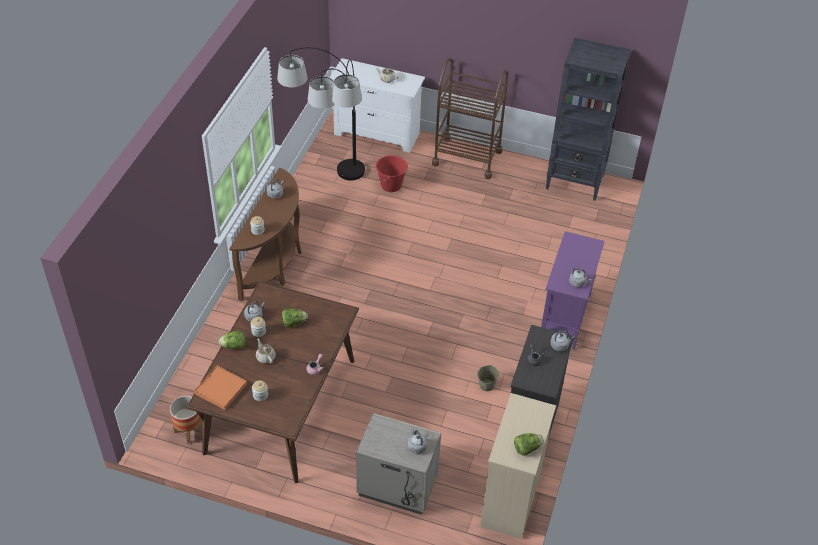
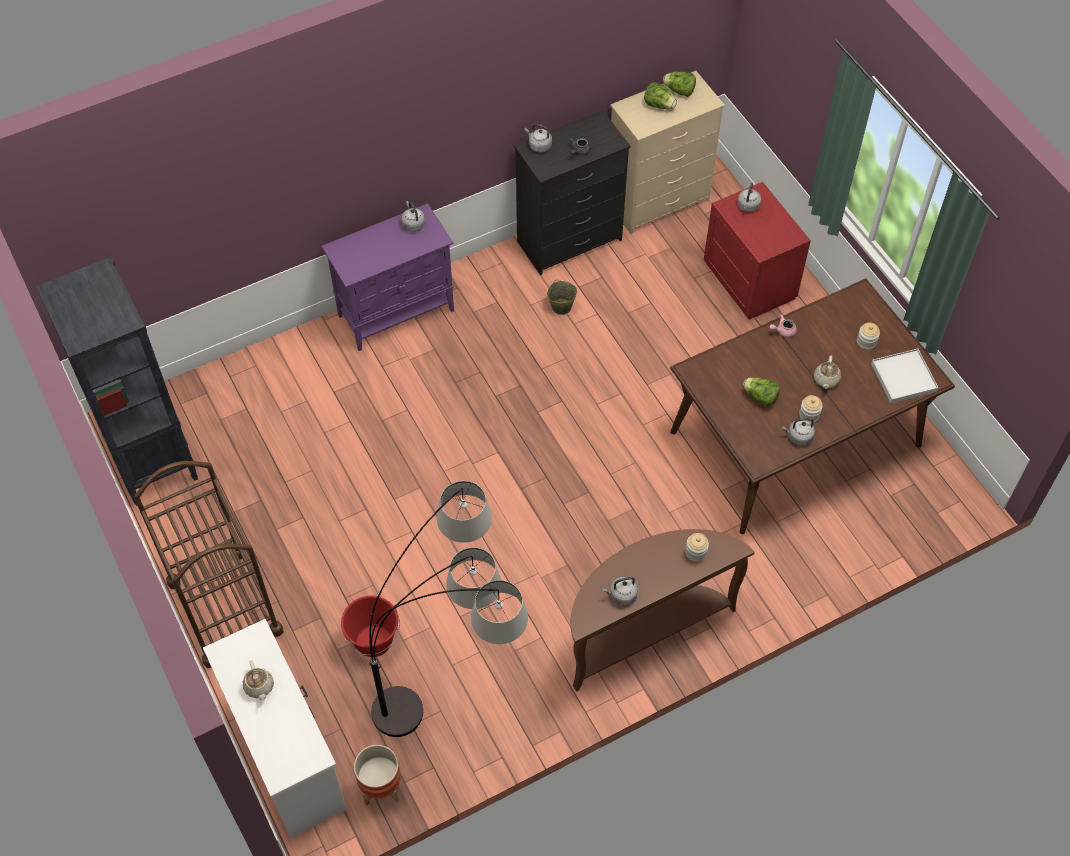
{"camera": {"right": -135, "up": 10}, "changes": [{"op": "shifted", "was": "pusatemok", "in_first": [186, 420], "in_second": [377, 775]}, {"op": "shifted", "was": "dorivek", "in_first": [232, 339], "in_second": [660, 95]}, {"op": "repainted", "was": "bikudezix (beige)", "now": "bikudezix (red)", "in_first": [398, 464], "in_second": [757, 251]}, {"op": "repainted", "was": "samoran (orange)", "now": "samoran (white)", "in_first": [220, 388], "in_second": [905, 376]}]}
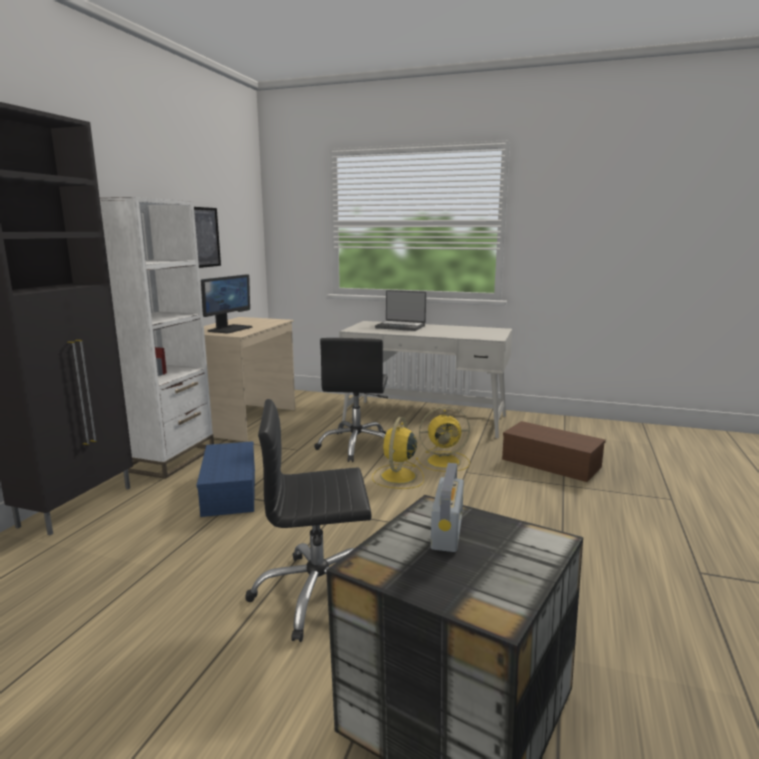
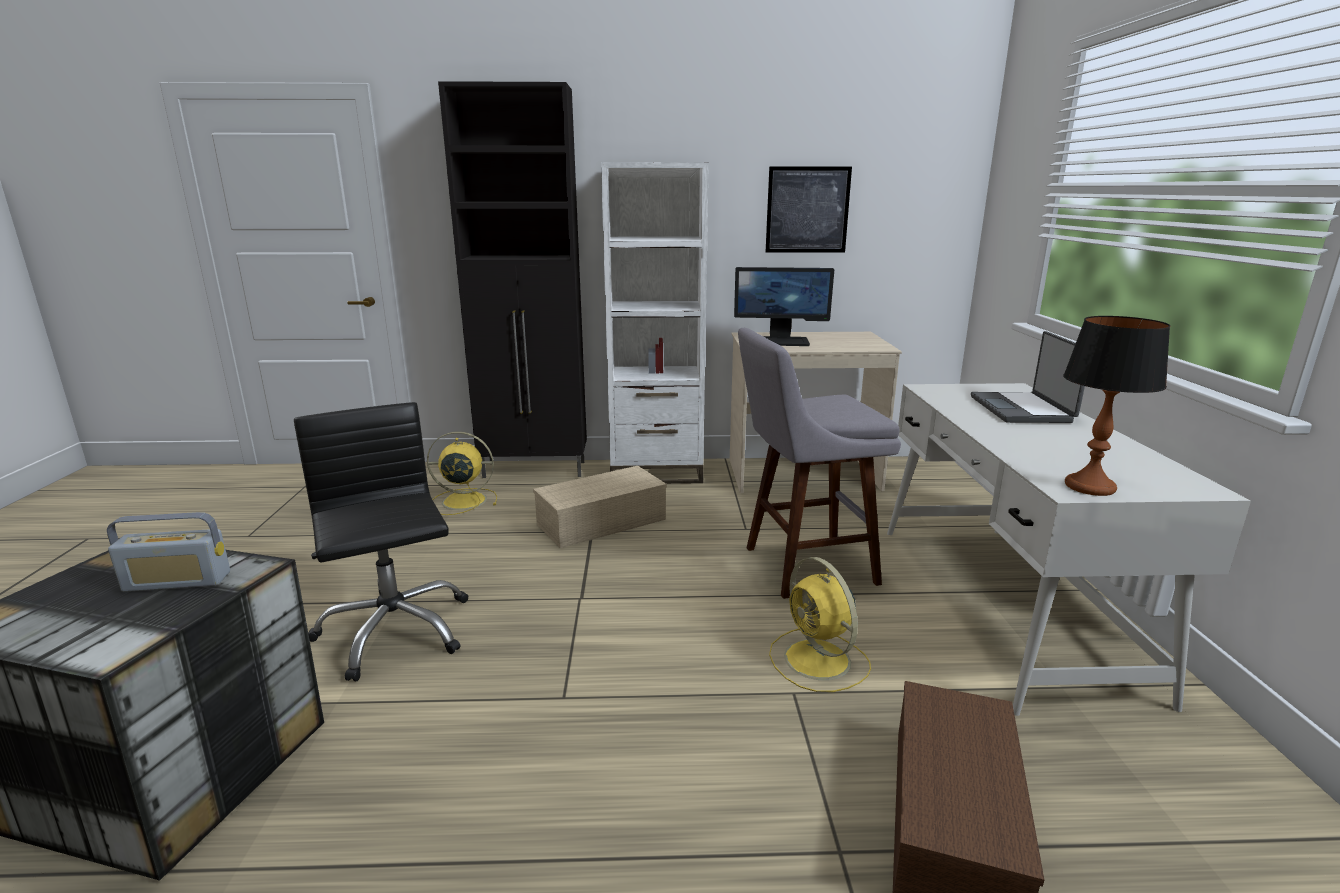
{"camera": {"right": 70, "up": 5}, "changes": [{"op": "shifted", "was": "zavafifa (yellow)", "in_first": [398, 453], "in_second": [462, 473]}, {"op": "repainted", "was": "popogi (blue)", "now": "popogi (beige)", "in_first": [226, 479], "in_second": [600, 507]}, {"op": "swapped", "was": "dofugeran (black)", "now": "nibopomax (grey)", "in_first": [351, 400], "in_second": [819, 463]}, {"op": "new", "now": "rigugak", "in_second": [1116, 406]}]}
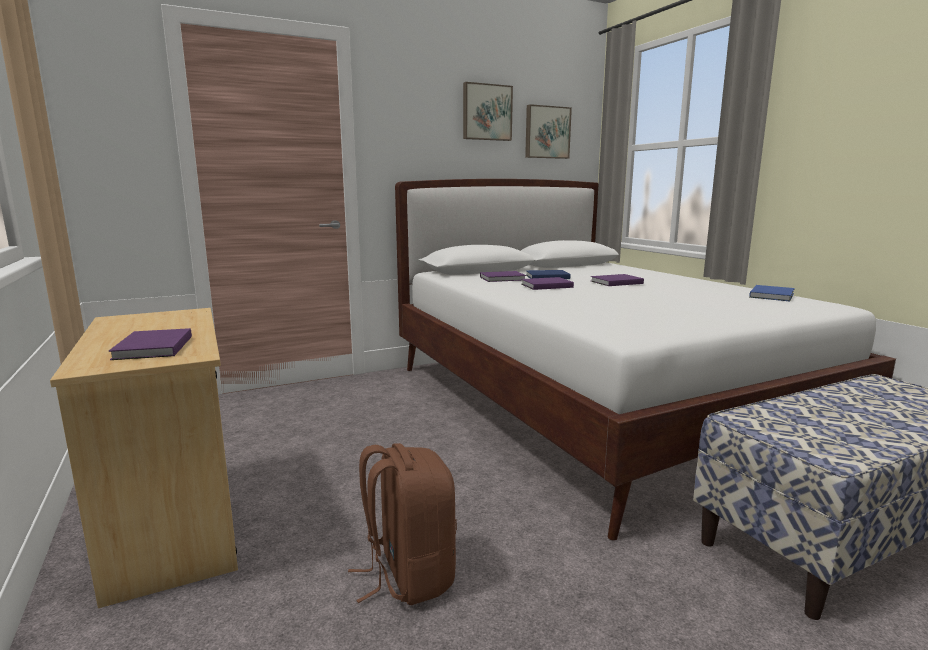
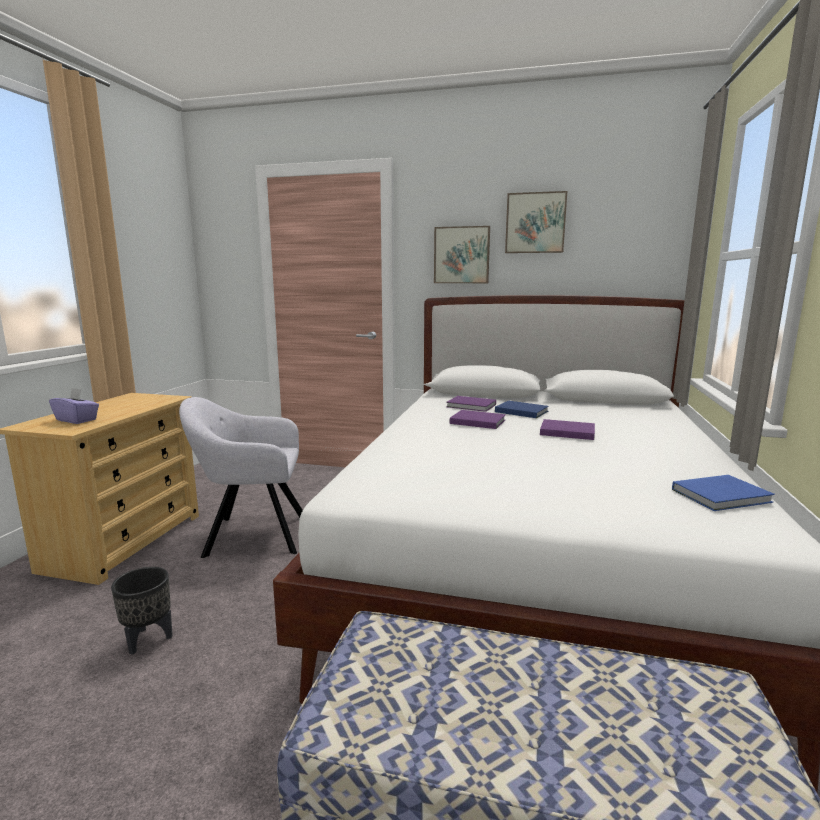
{"camera": {"right": 40, "up": 0}, "changes": [{"op": "swapped", "was": "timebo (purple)", "now": "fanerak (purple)", "in_first": [150, 344], "in_second": [74, 406]}, {"op": "swapped", "was": "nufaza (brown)", "now": "pusatemok (black)", "in_first": [402, 524], "in_second": [141, 611]}, {"op": "new", "now": "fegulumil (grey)", "in_second": [241, 477]}, {"op": "shifted", "was": "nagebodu", "in_first": [548, 131], "in_second": [462, 254]}]}
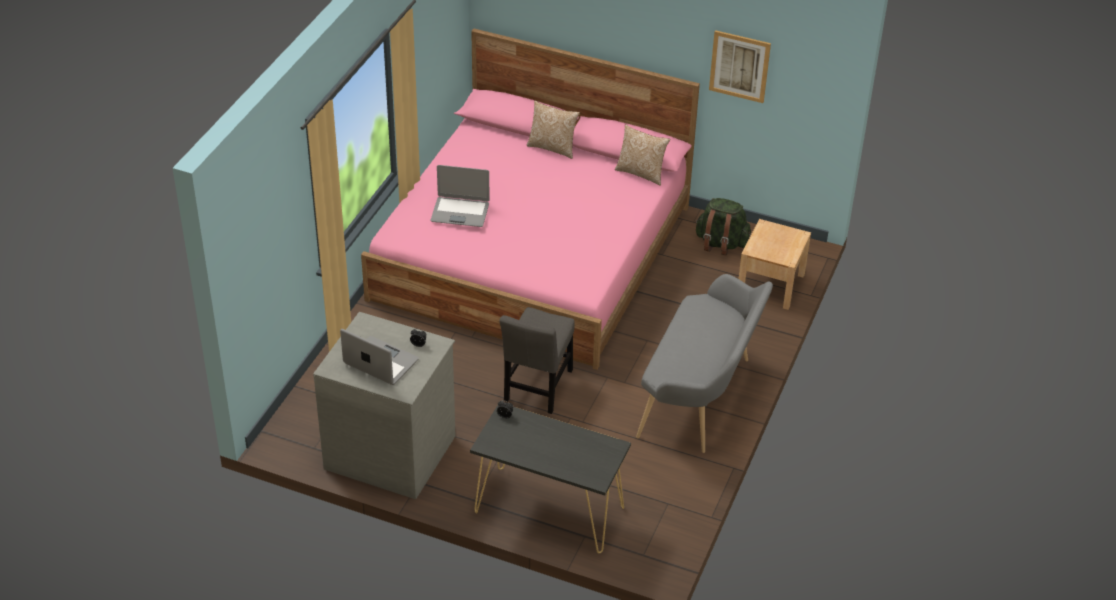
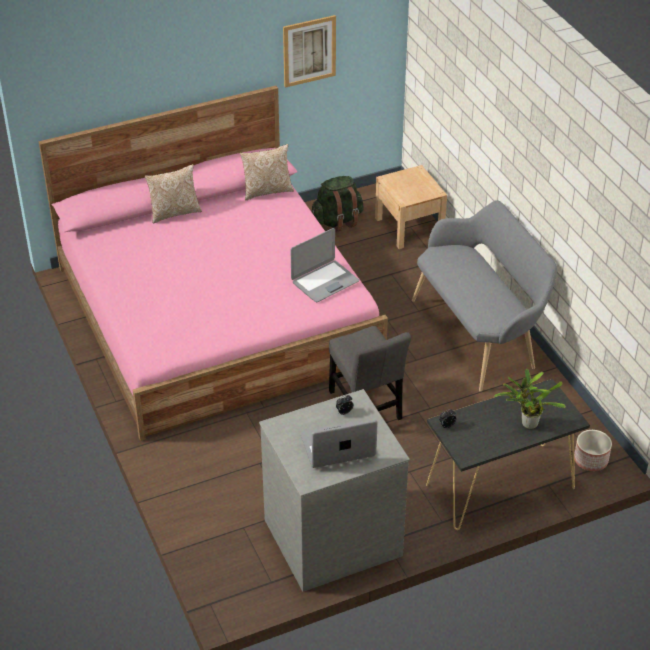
{"camera": {"right": -45, "up": 0}, "changes": [{"op": "shifted", "was": "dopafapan", "in_first": [460, 196], "in_second": [325, 265]}, {"op": "new", "now": "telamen", "in_second": [530, 399]}, {"op": "new", "now": "pusatemok", "in_second": [593, 450]}]}
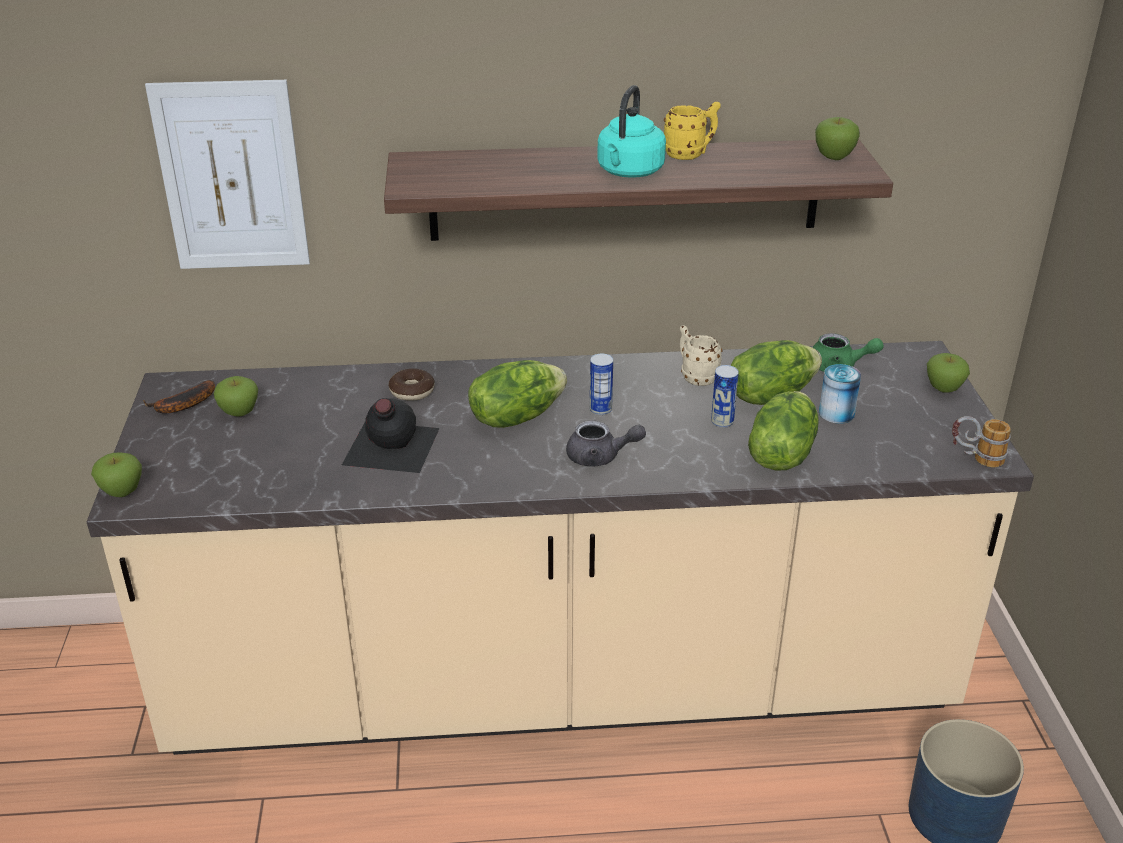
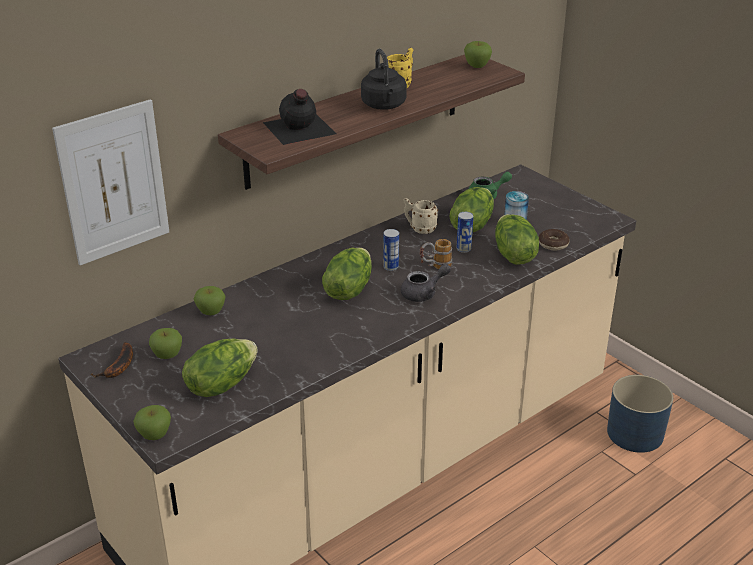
{"camera": {"right": -35, "up": 0}, "changes": [{"op": "new", "now": "dorivek", "in_second": [220, 367]}, {"op": "shifted", "was": "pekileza", "in_first": [948, 373], "in_second": [210, 300]}, {"op": "shifted", "was": "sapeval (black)", "in_first": [391, 435], "in_second": [299, 117]}, {"op": "repainted", "was": "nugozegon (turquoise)", "now": "nugozegon (black)", "in_first": [631, 131], "in_second": [384, 79]}, {"op": "shifted", "was": "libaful", "in_first": [981, 441], "in_second": [436, 254]}, {"op": "shifted", "was": "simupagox", "in_first": [411, 385], "in_second": [554, 240]}]}
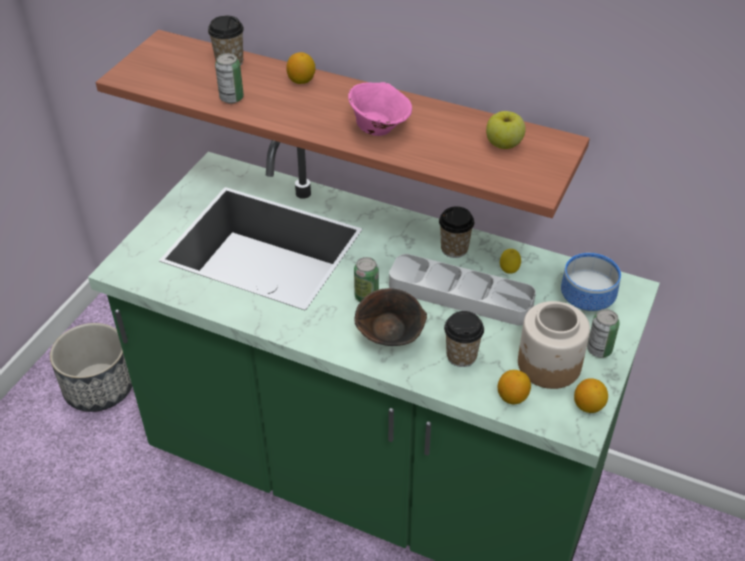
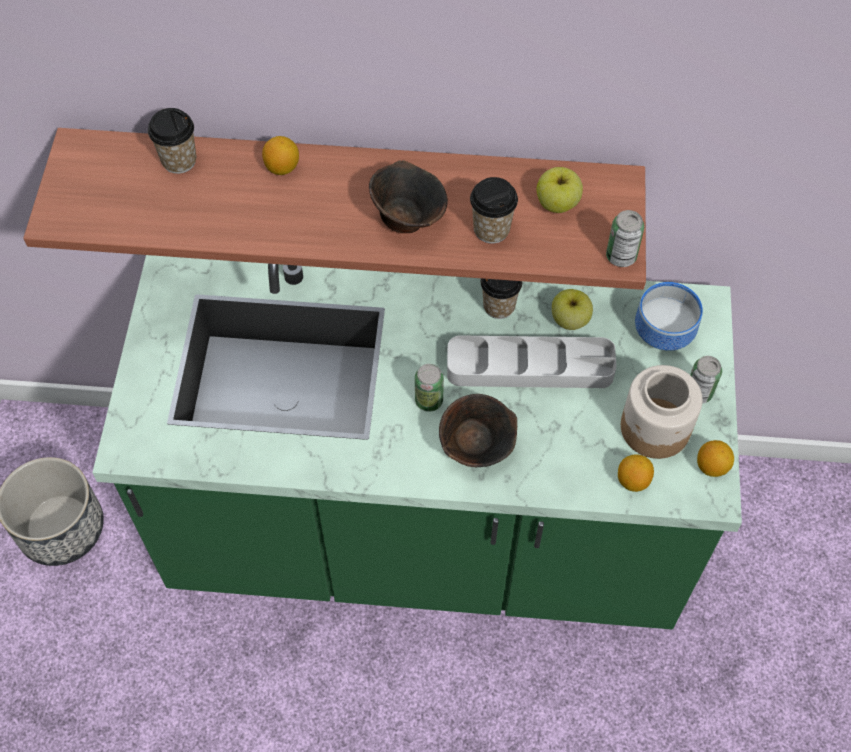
{"camera": {"right": -20, "up": 15}, "changes": [{"op": "repainted", "was": "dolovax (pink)", "now": "dolovax (brown)", "in_first": [380, 109], "in_second": [408, 196]}, {"op": "shifted", "was": "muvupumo", "in_first": [464, 339], "in_second": [494, 210]}, {"op": "swapped", "was": "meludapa", "now": "pekileza", "in_first": [510, 261], "in_second": [572, 309]}, {"op": "shifted", "was": "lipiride", "in_first": [229, 78], "in_second": [625, 238]}]}
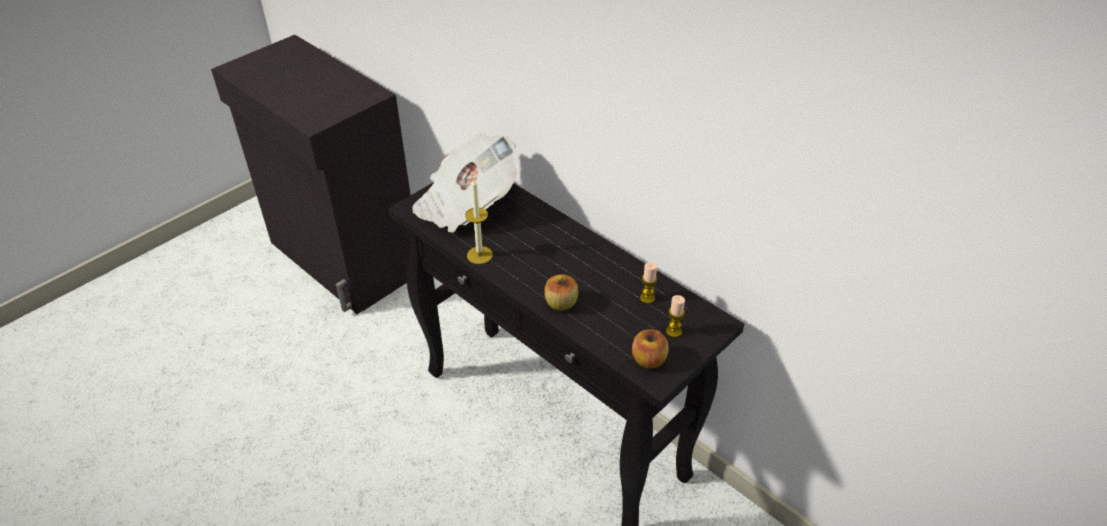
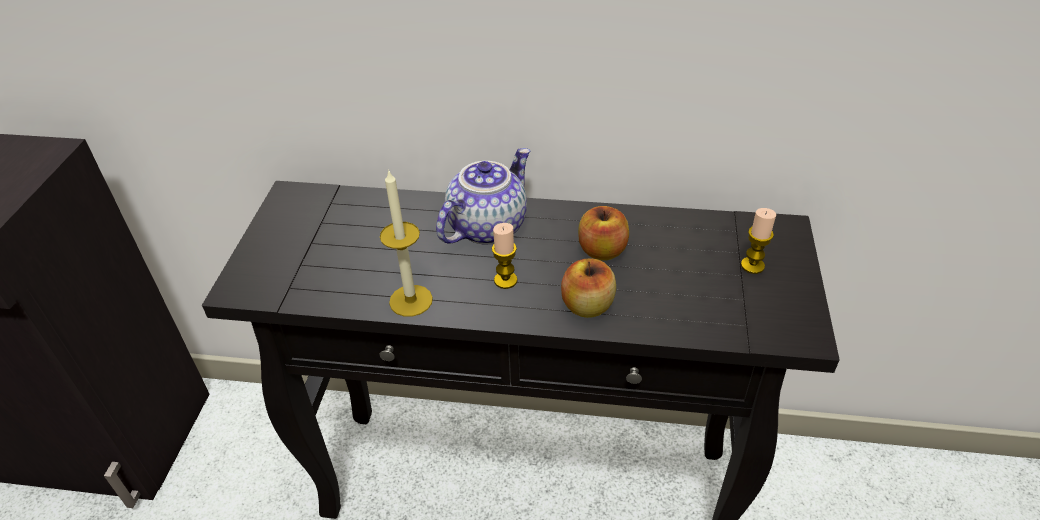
{"camera": {"right": -35, "up": 0}, "changes": [{"op": "new", "now": "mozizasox", "in_second": [483, 196]}, {"op": "shifted", "was": "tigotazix", "in_first": [648, 283], "in_second": [505, 256]}, {"op": "shifted", "was": "pekileza", "in_first": [650, 349], "in_second": [603, 233]}, {"op": "gone", "was": "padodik", "in_first": [465, 183]}]}
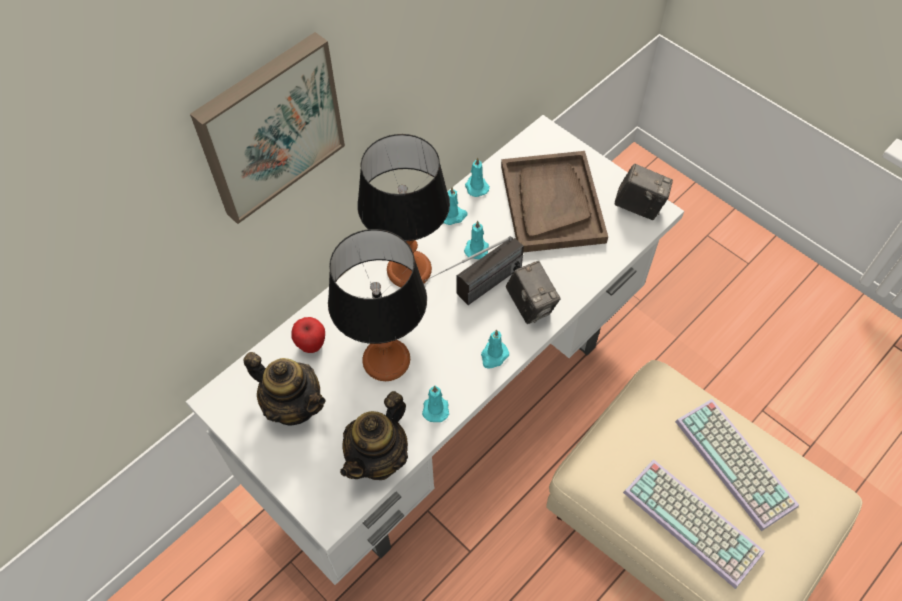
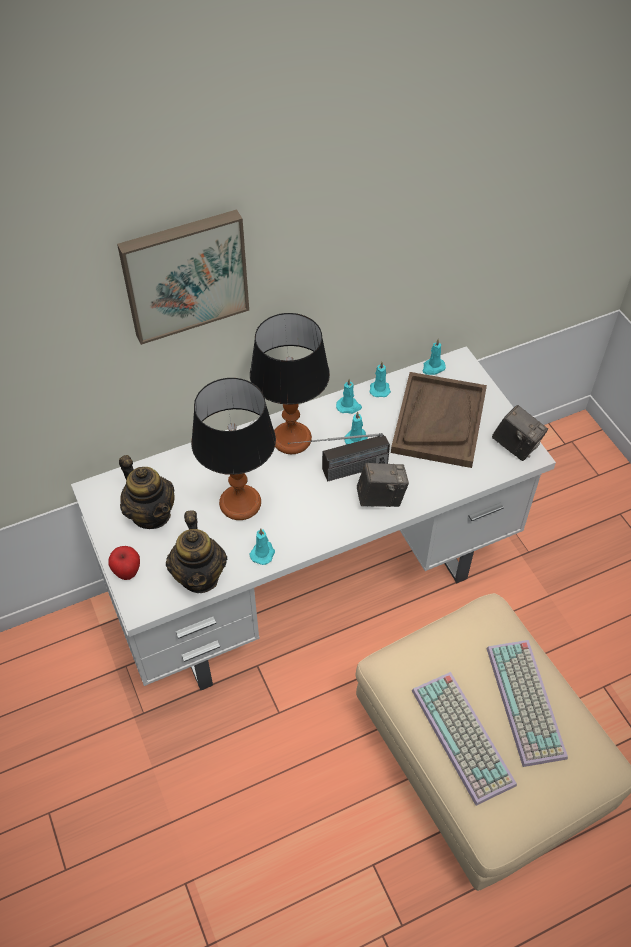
{"camera": {"right": 20, "up": -5}, "changes": [{"op": "shifted", "was": "pekileza", "in_first": [308, 335], "in_second": [124, 563]}, {"op": "rotated", "was": "mozizasox", "in_first": [374, 435], "in_second": [196, 551], "clockwise": -60}, {"op": "rotated", "was": "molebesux", "in_first": [533, 292], "in_second": [383, 485], "clockwise": -90}, {"op": "shifted", "was": "tigotazix (turquoise)", "in_first": [495, 349], "in_second": [434, 357]}]}
